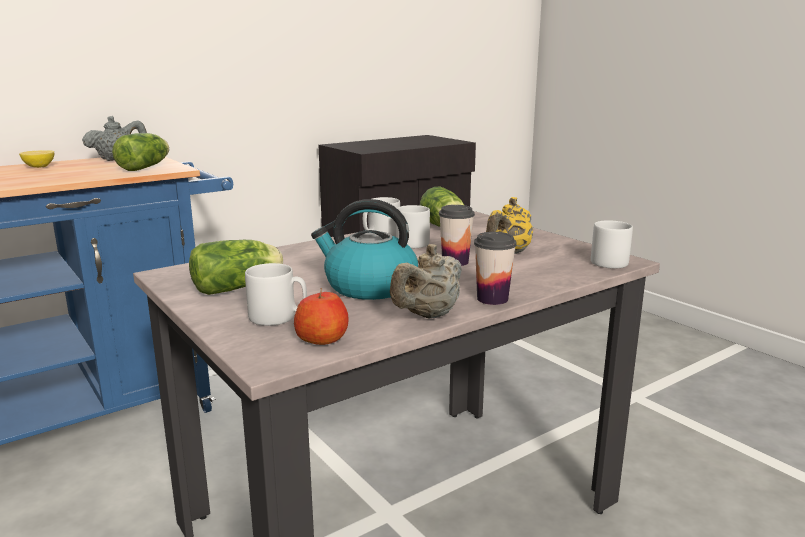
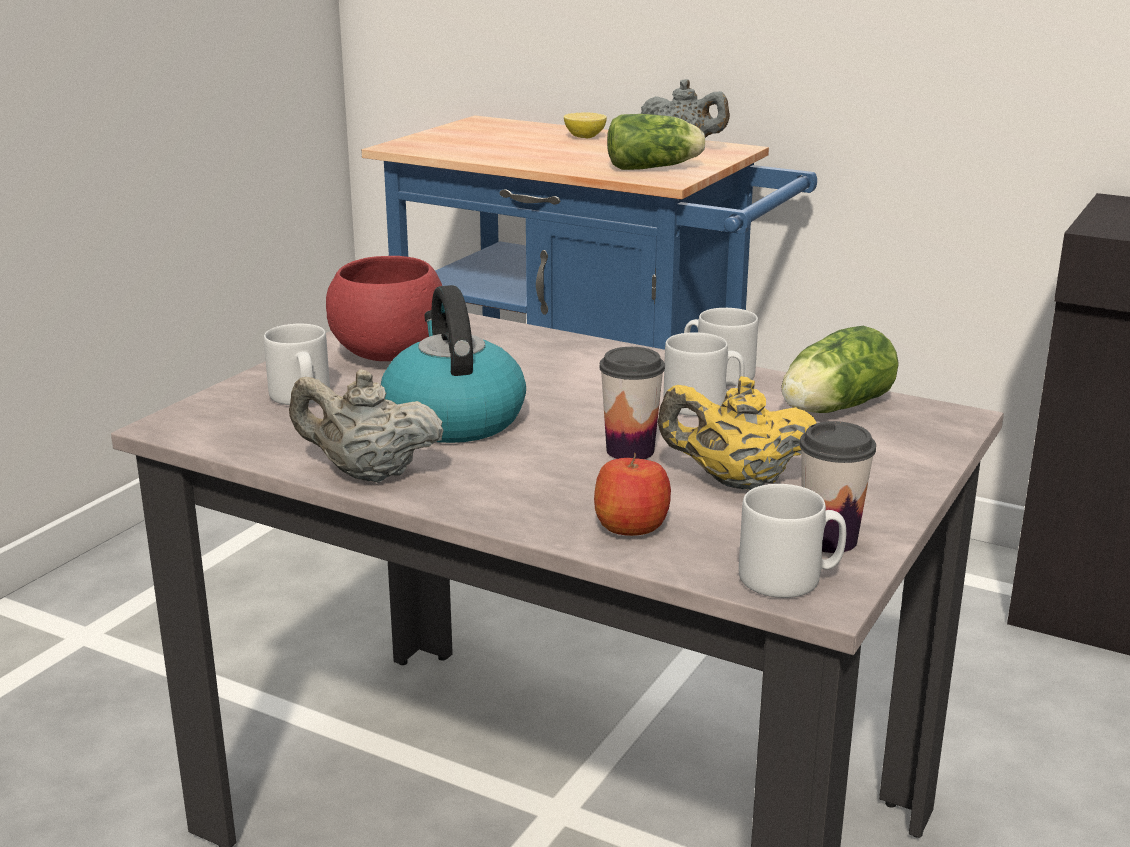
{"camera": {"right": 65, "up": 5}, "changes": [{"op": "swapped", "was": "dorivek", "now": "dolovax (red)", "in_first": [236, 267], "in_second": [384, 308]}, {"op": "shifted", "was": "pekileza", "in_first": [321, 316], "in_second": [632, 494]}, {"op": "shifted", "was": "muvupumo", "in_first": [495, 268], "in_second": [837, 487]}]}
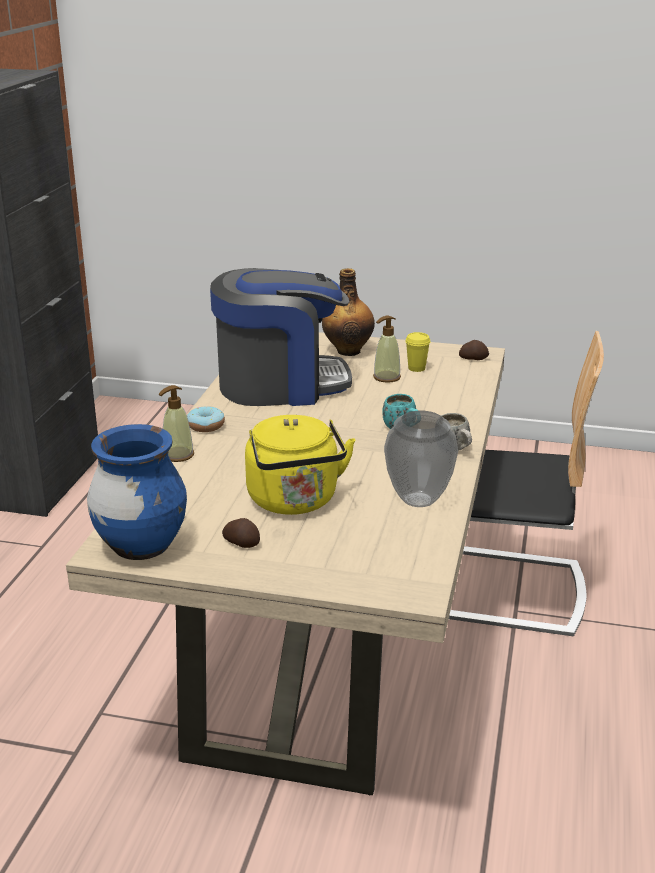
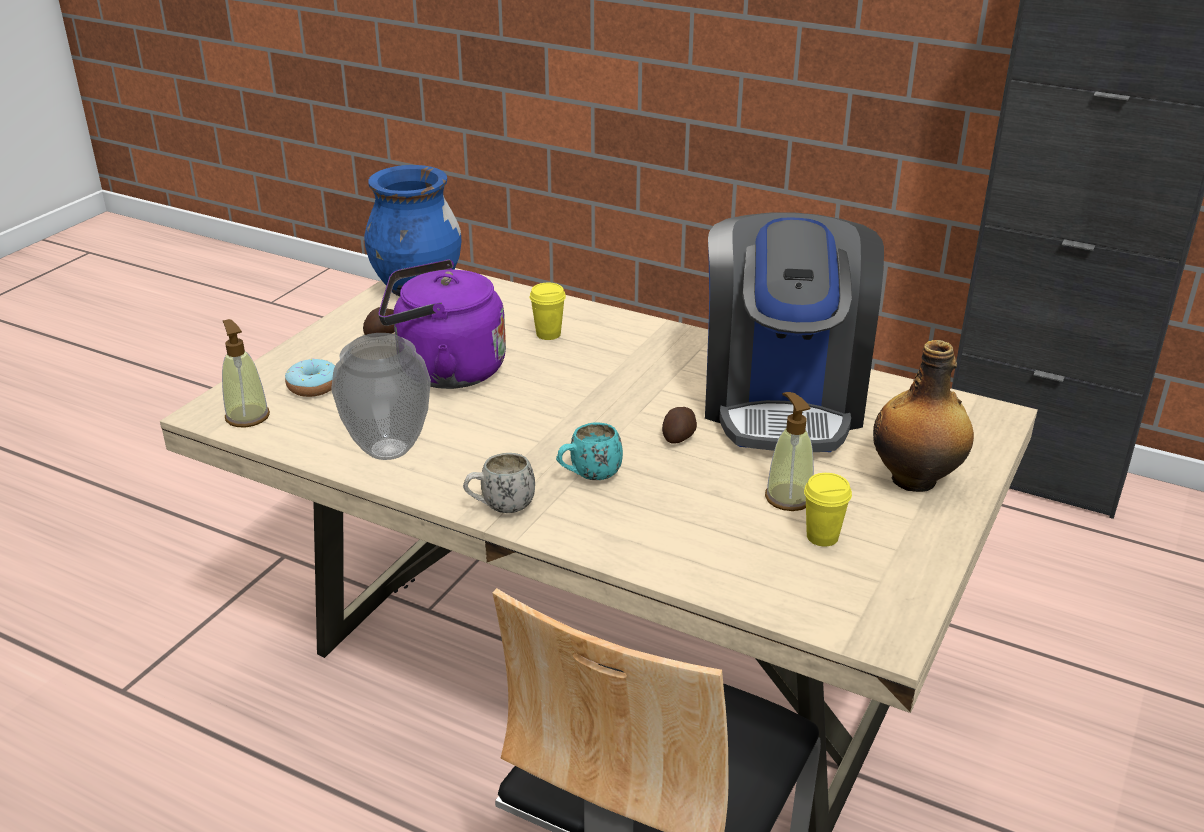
{"camera": {"right": 105, "up": 5}, "changes": [{"op": "shifted", "was": "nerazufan", "in_first": [176, 423], "in_second": [246, 373]}, {"op": "shifted", "was": "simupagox", "in_first": [206, 419], "in_second": [310, 378]}, {"op": "repainted", "was": "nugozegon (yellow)", "now": "nugozegon (purple)", "in_first": [300, 465], "in_second": [442, 324]}, {"op": "new", "now": "muvupumo (yellow)", "in_second": [548, 311]}, {"op": "shifted", "was": "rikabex", "in_first": [474, 350], "in_second": [679, 425]}]}
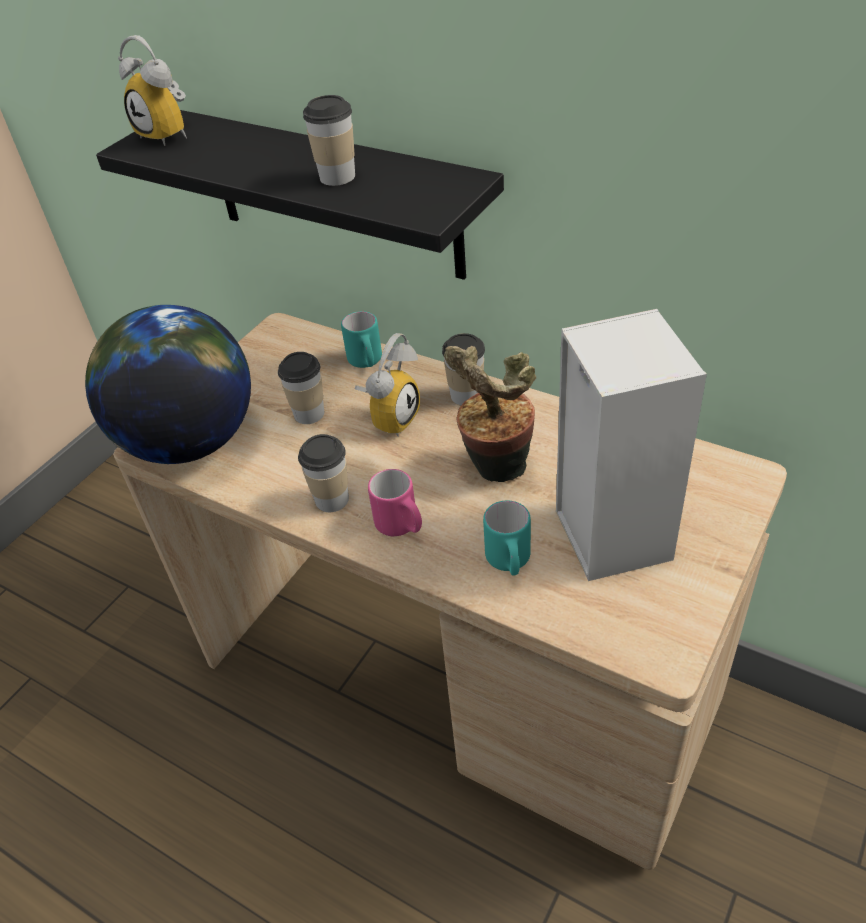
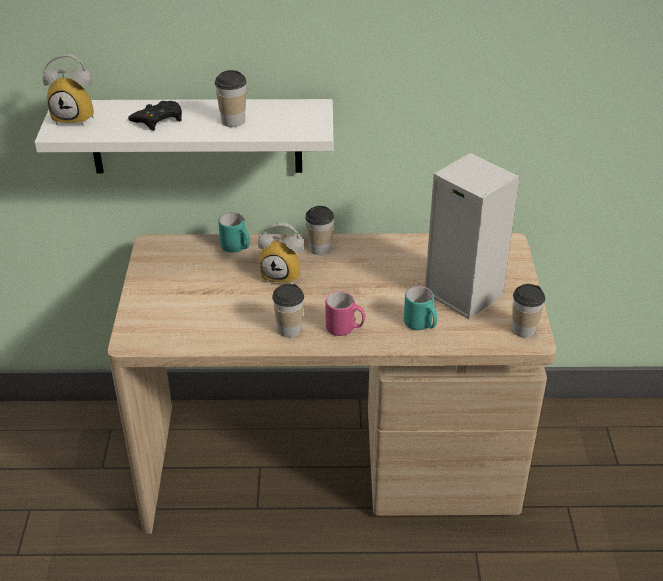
{"camera": {"right": -35, "up": -5}, "changes": [{"op": "repainted", "was": "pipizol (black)", "now": "pipizol (white)", "in_first": [300, 195], "in_second": [184, 136]}, {"op": "new", "now": "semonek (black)", "in_second": [155, 116]}, {"op": "rotated", "was": "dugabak", "in_first": [387, 385], "in_second": [281, 253], "clockwise": 105}, {"op": "shifted", "was": "muvupumo", "in_first": [301, 388], "in_second": [528, 311]}, {"op": "gone", "was": "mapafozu", "in_first": [168, 384]}, {"op": "gone", "was": "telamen", "in_first": [490, 414]}]}
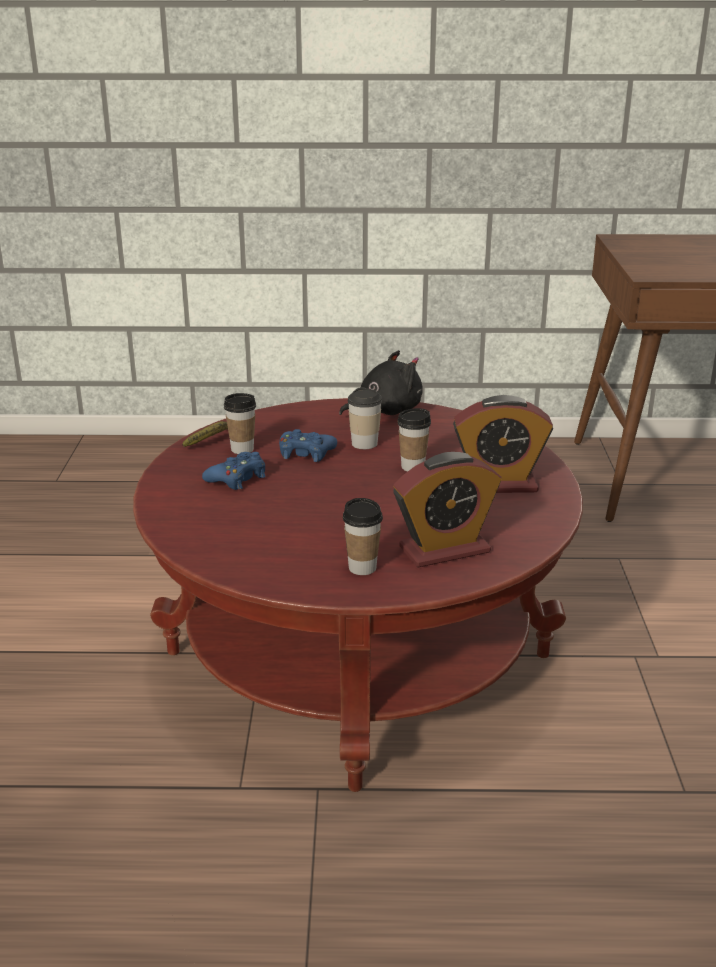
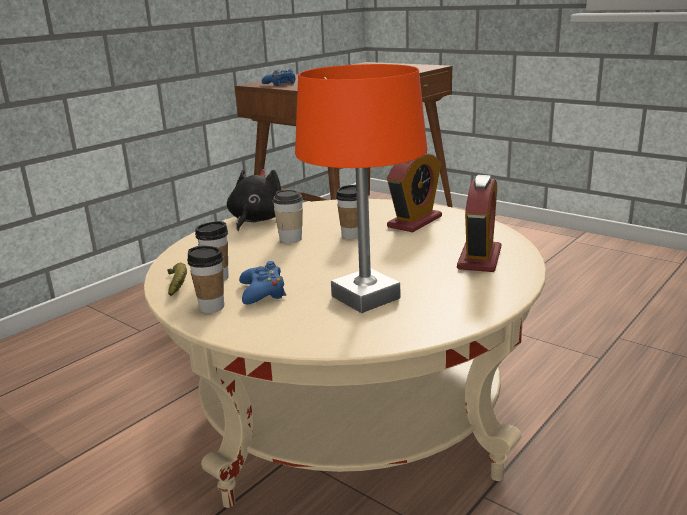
{"camera": {"right": -50, "up": -5}, "changes": [{"op": "repainted", "was": "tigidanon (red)", "now": "tigidanon (beige)", "in_first": [358, 595], "in_second": [345, 353]}, {"op": "shifted", "was": "muvupumo", "in_first": [363, 536], "in_second": [205, 279]}, {"op": "shifted", "was": "semonek (blue)", "in_first": [308, 445], "in_second": [278, 77]}, {"op": "new", "now": "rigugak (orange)", "in_second": [361, 188]}]}
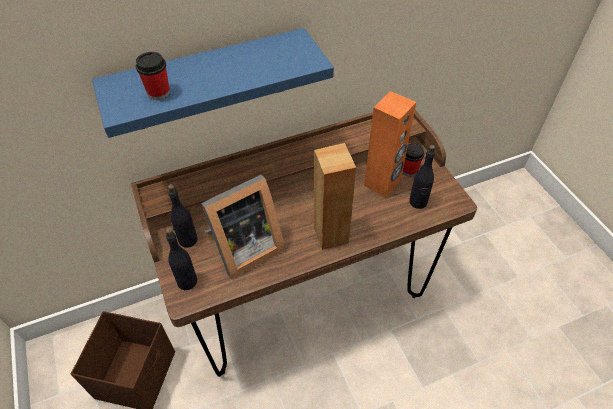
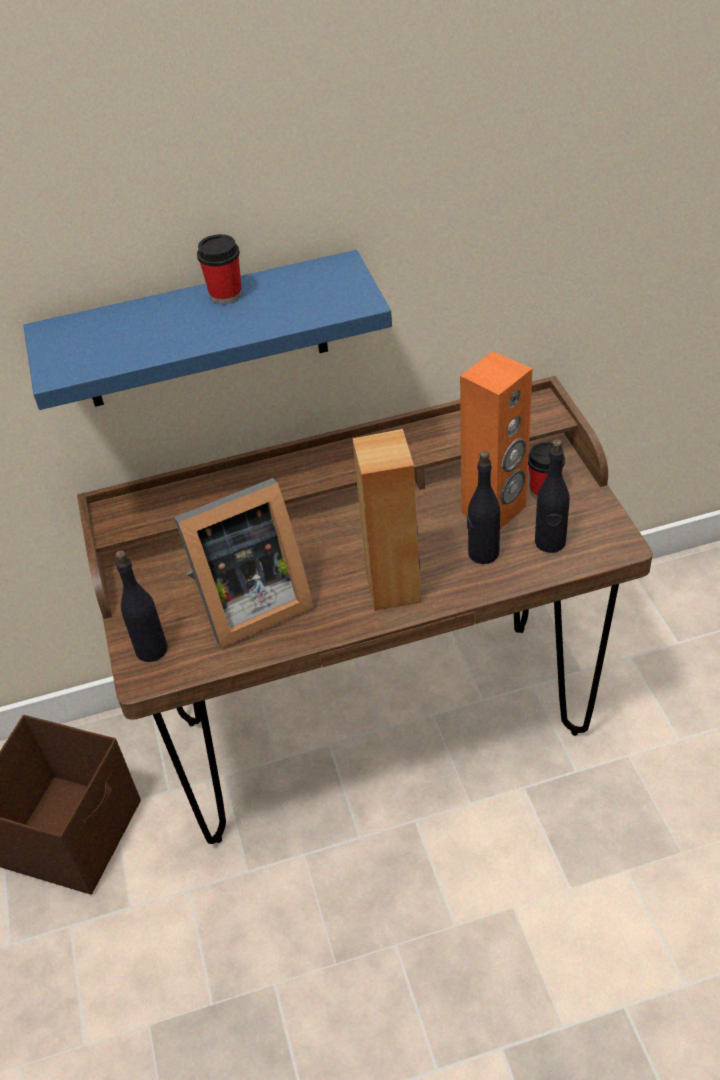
{"camera": {"right": 10, "up": -5}, "changes": [{"op": "shifted", "was": "muvupumo", "in_first": [153, 76], "in_second": [219, 269]}, {"op": "shifted", "was": "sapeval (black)", "in_first": [183, 216], "in_second": [483, 507]}]}
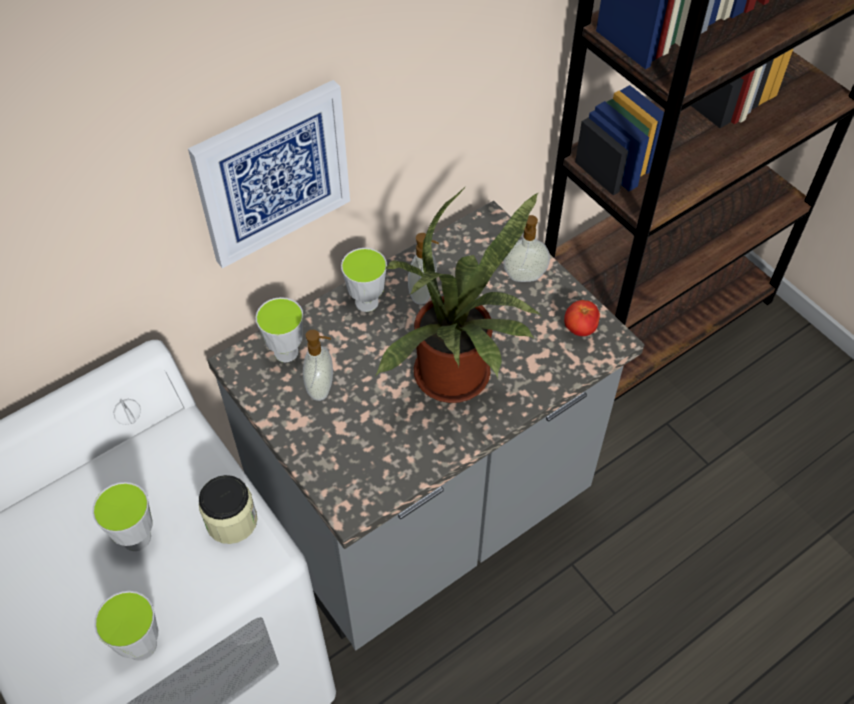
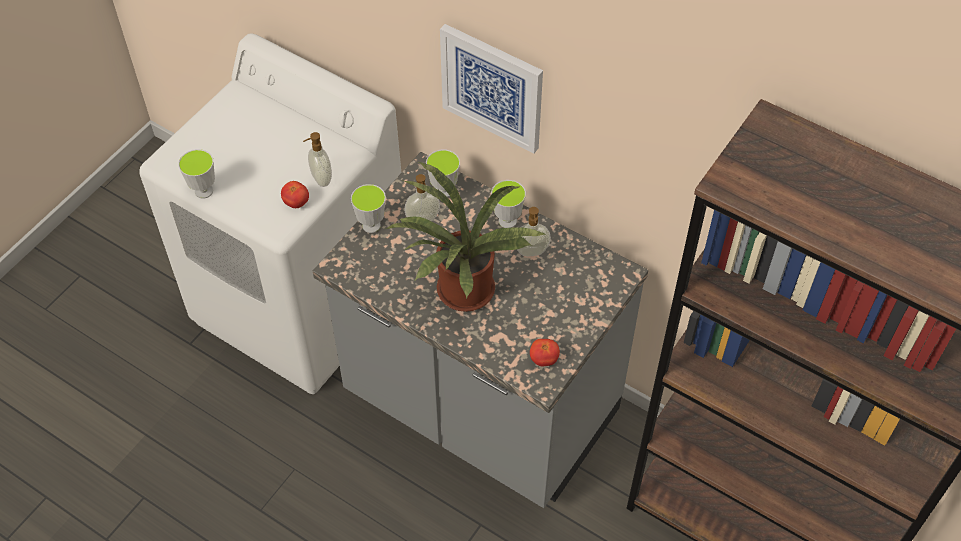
{"camera": {"right": 70, "up": 0}, "changes": [{"op": "swapped", "was": "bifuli", "now": "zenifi", "in_first": [228, 509], "in_second": [295, 194]}, {"op": "shifted", "was": "nerazufan", "in_first": [526, 248], "in_second": [317, 159]}, {"op": "shifted", "was": "muvupumo", "in_first": [122, 516], "in_second": [368, 208]}]}
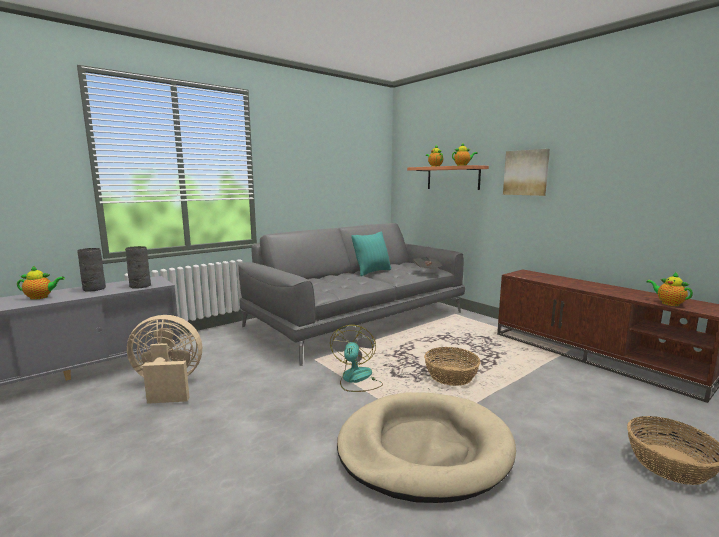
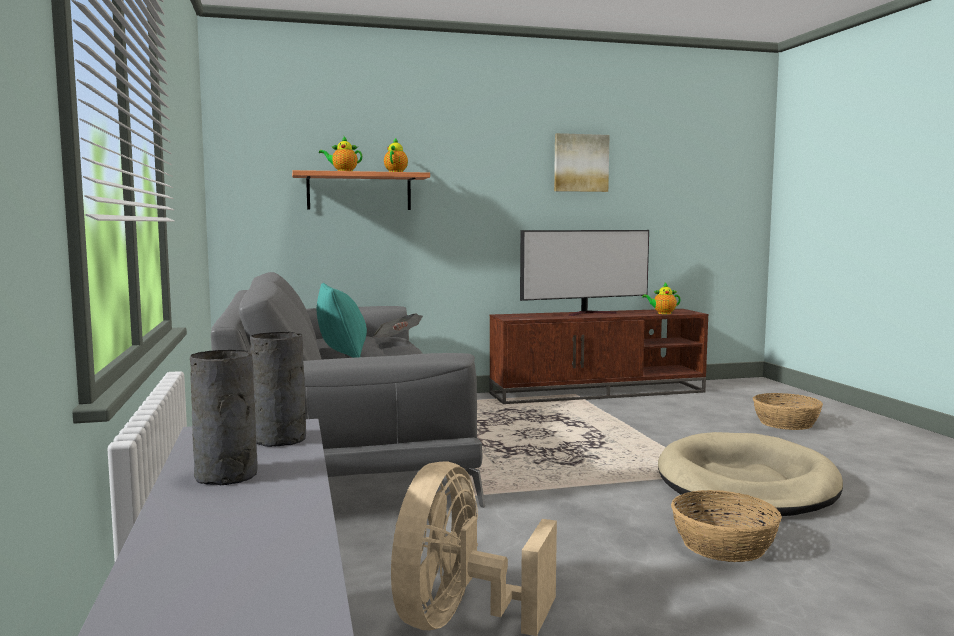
{"camera": {"right": -65, "up": -5}, "changes": [{"op": "new", "now": "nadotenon", "in_second": [584, 273]}, {"op": "shifted", "was": "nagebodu", "in_first": [526, 172], "in_second": [582, 162]}, {"op": "shifted", "was": "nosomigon", "in_first": [452, 366], "in_second": [726, 526]}, {"op": "gone", "was": "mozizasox", "in_first": [41, 282]}, {"op": "gone", "was": "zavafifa", "in_first": [356, 358]}]}
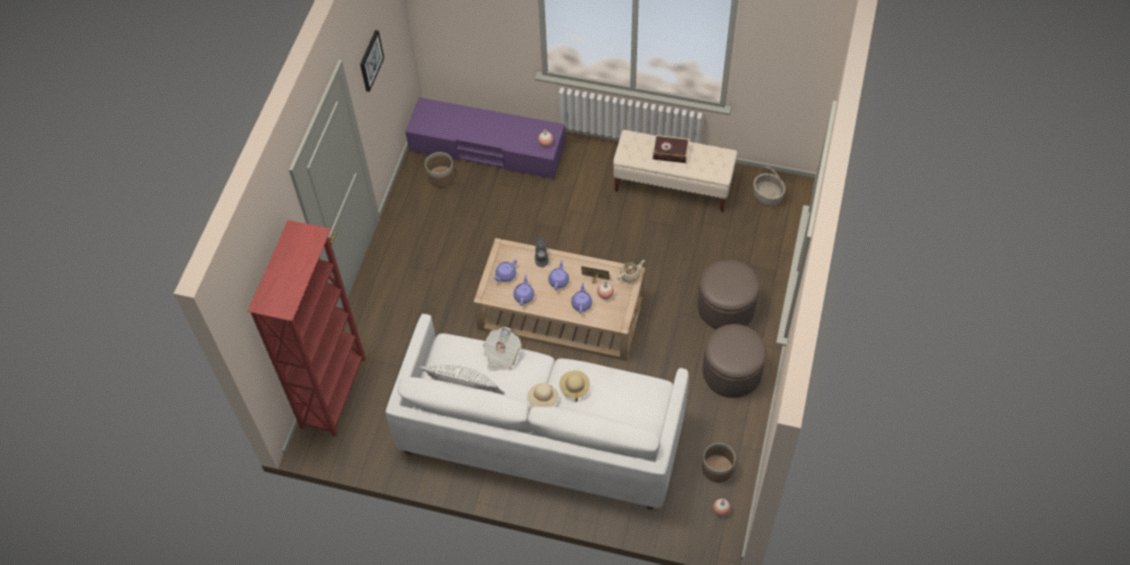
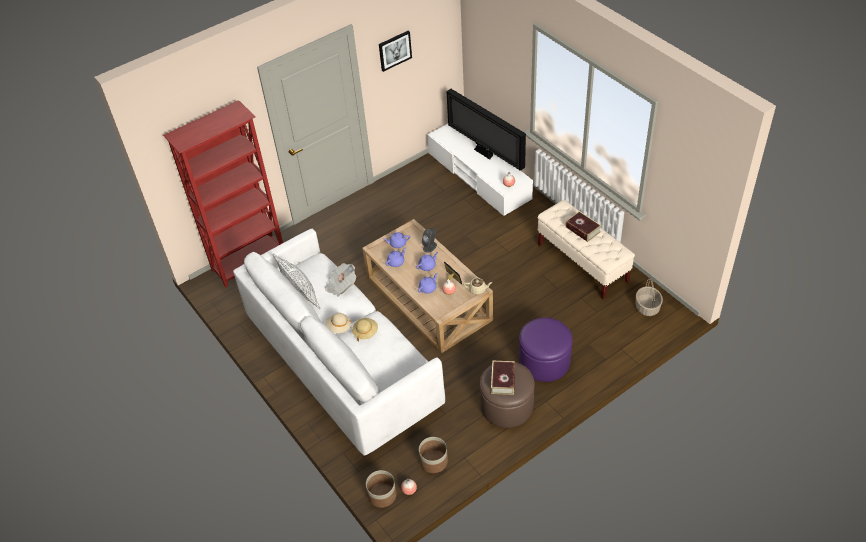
{"camera": {"right": 40, "up": -10}, "changes": [{"op": "shifted", "was": "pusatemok", "in_first": [440, 169], "in_second": [381, 489]}, {"op": "repainted", "was": "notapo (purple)", "now": "notapo (white)", "in_first": [485, 138], "in_second": [480, 170]}, {"op": "new", "now": "nadotenon", "in_second": [486, 130]}, {"op": "new", "now": "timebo", "in_second": [503, 378]}, {"op": "repainted", "was": "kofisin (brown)", "now": "kofisin (purple)", "in_first": [729, 295], "in_second": [546, 349]}]}
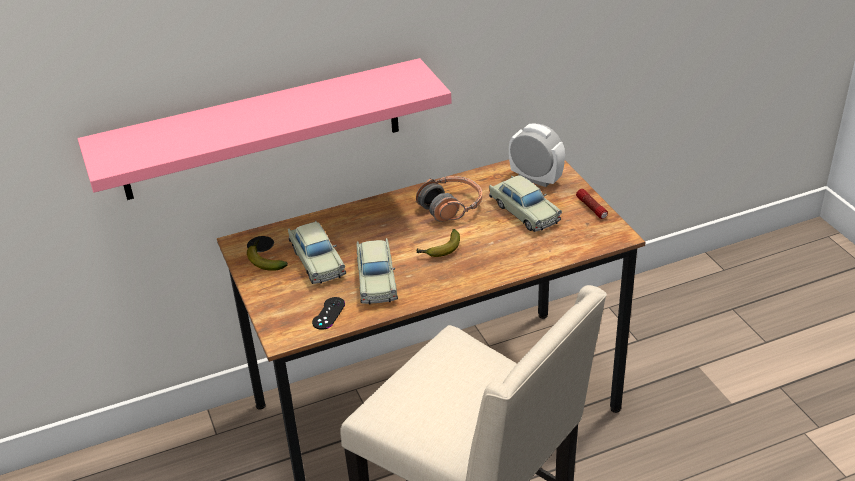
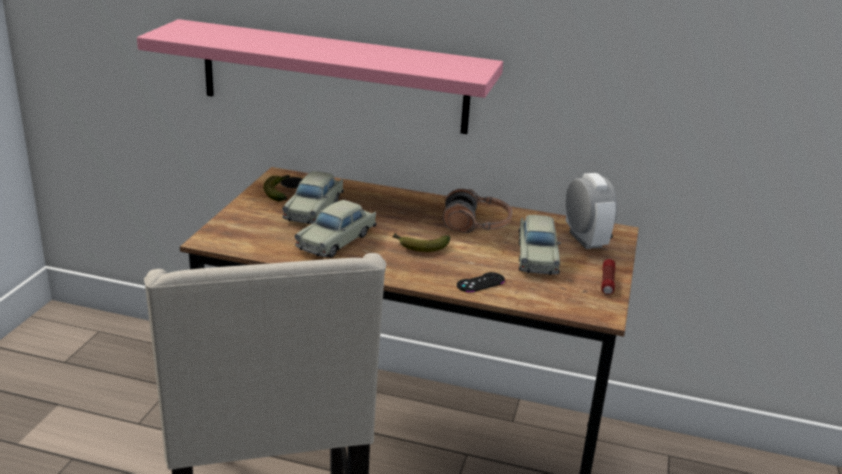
{"camera": {"right": 35, "up": -10}, "changes": [{"op": "shifted", "was": "semonek (black)", "in_first": [328, 313], "in_second": [481, 282]}]}
